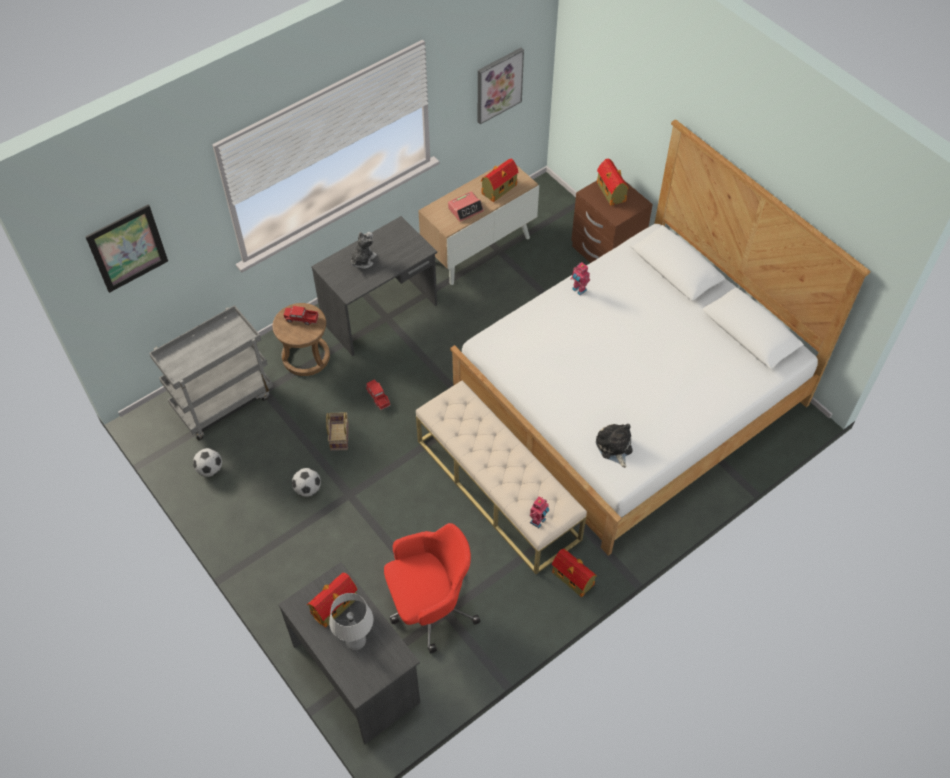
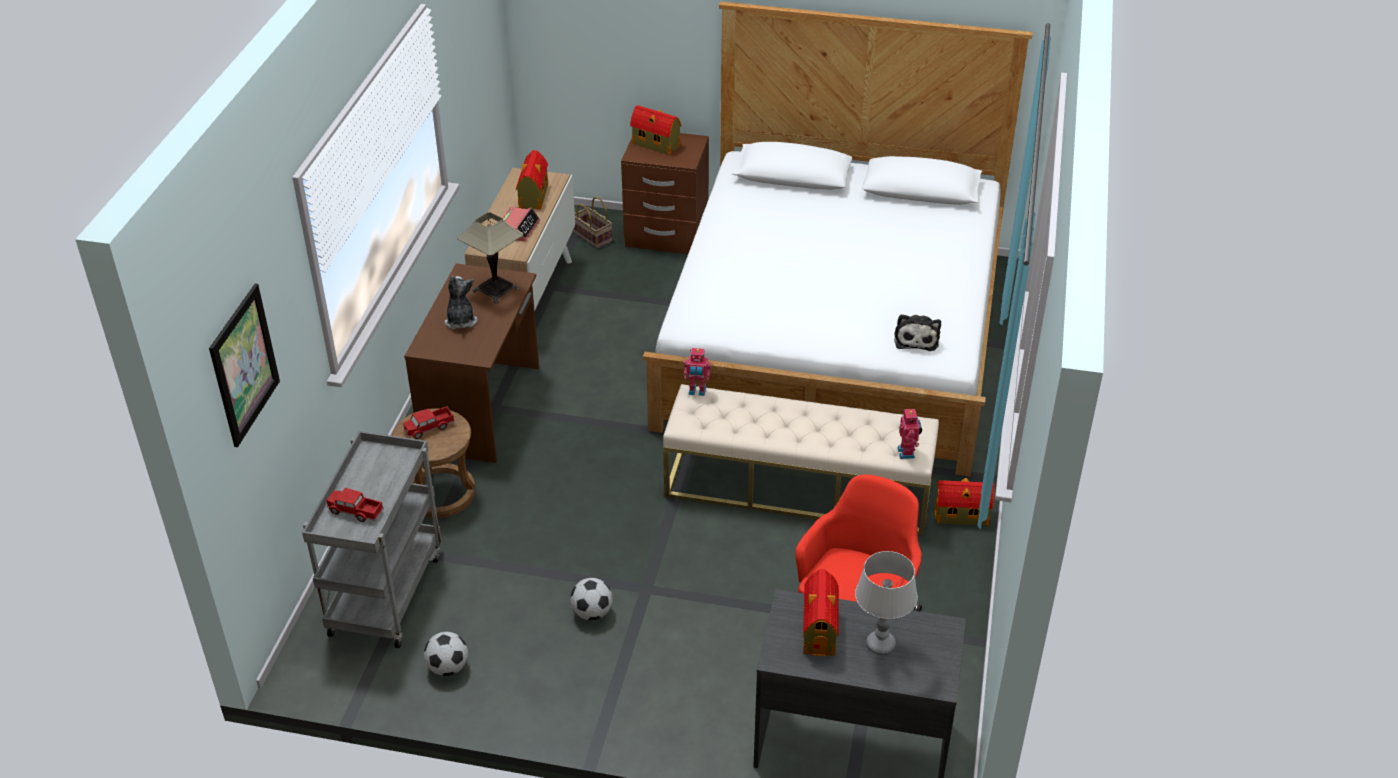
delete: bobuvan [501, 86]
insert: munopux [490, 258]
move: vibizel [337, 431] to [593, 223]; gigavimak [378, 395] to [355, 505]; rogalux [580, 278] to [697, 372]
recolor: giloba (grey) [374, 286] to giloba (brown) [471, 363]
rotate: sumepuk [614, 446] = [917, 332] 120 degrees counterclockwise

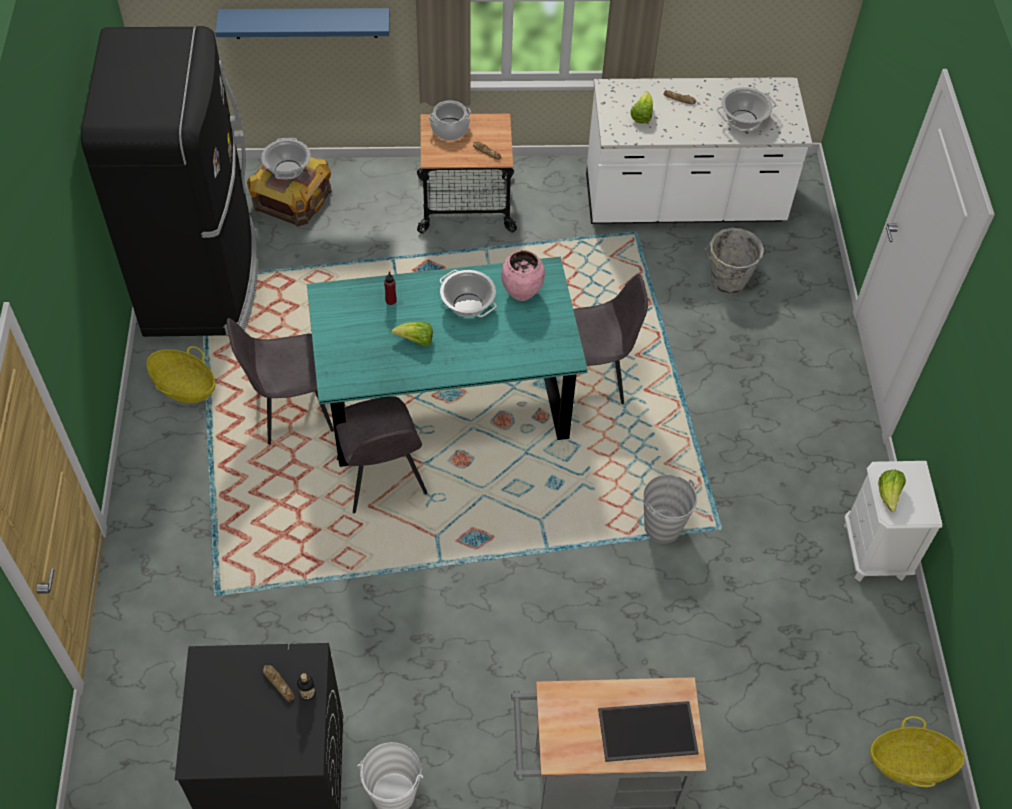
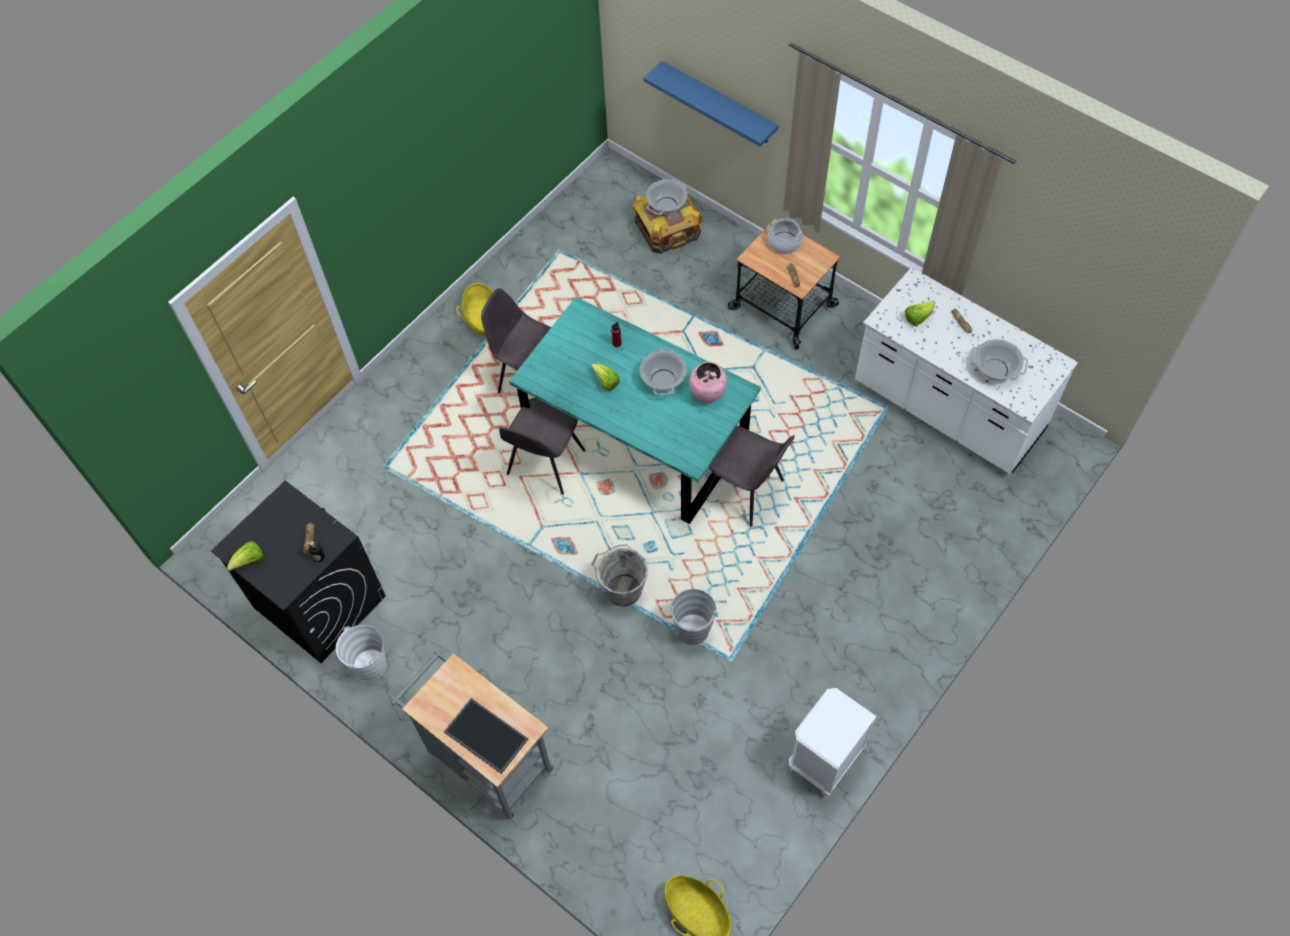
delete: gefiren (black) [169, 181]
move: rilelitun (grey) [734, 261] to [619, 575]; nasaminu [892, 491] to [245, 556]

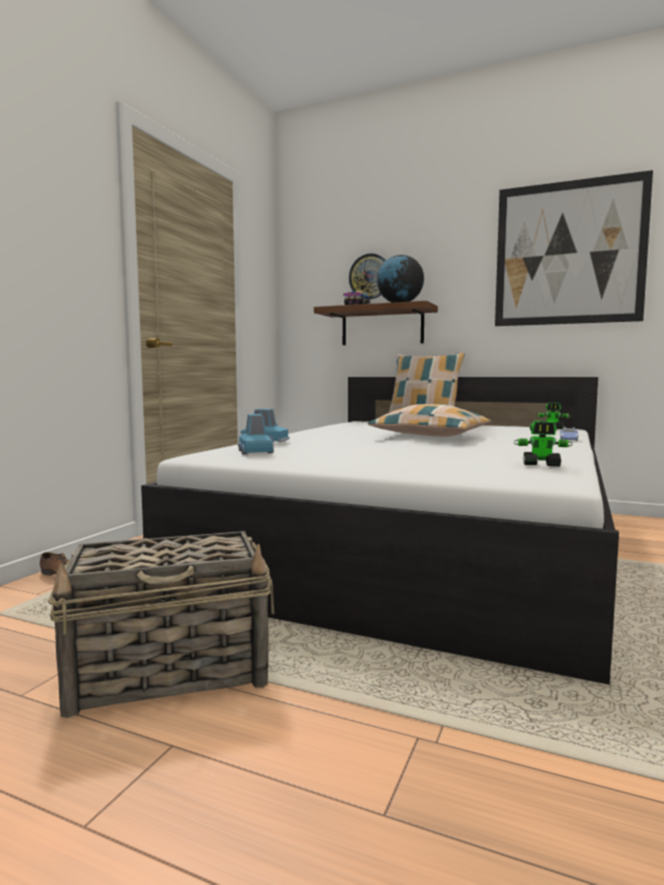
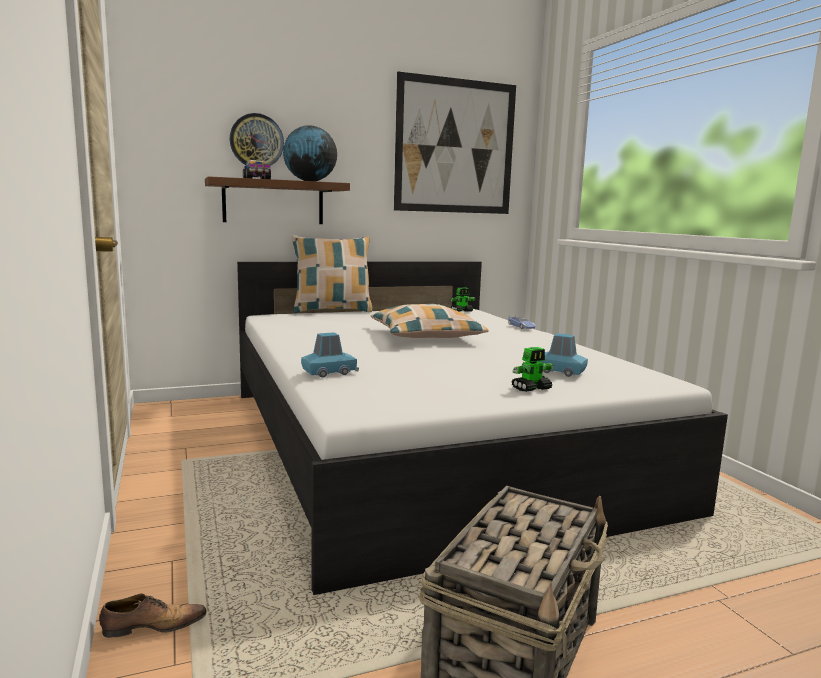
move: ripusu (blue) [255, 434] to [563, 355]; rogalux [543, 444] to [532, 369]

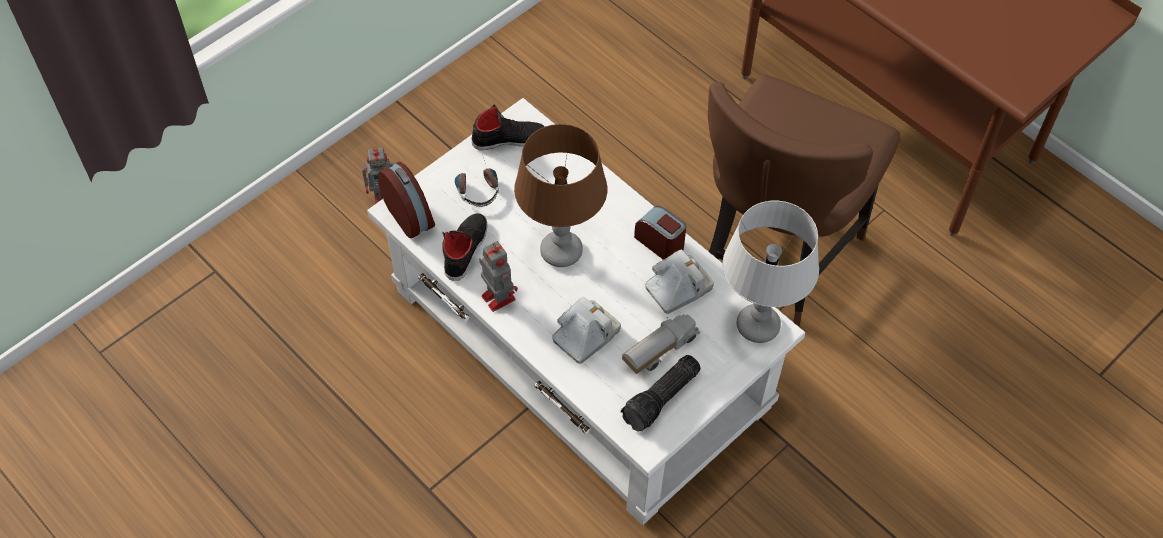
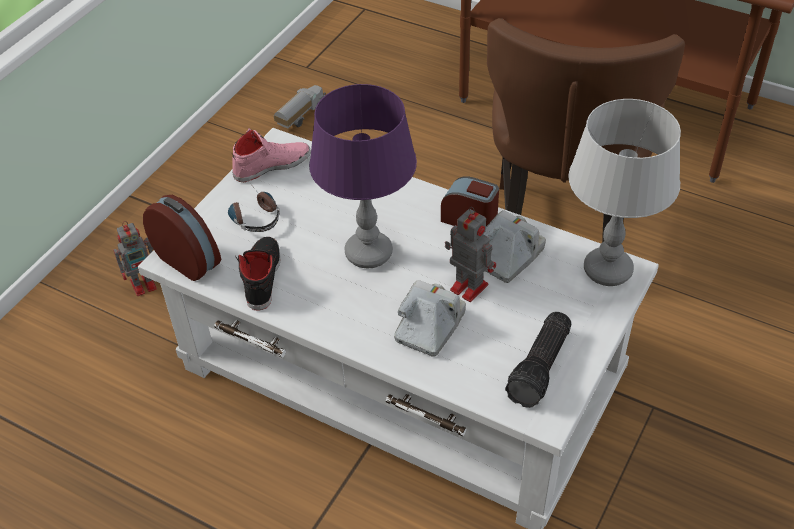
move: rogalux [498, 276] to [470, 254]; gigavimak [661, 344] to [300, 107]
recolor: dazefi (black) [508, 127] to dazefi (pink) [271, 155]; munopux (brown) [560, 195] to munopux (purple) [363, 176]

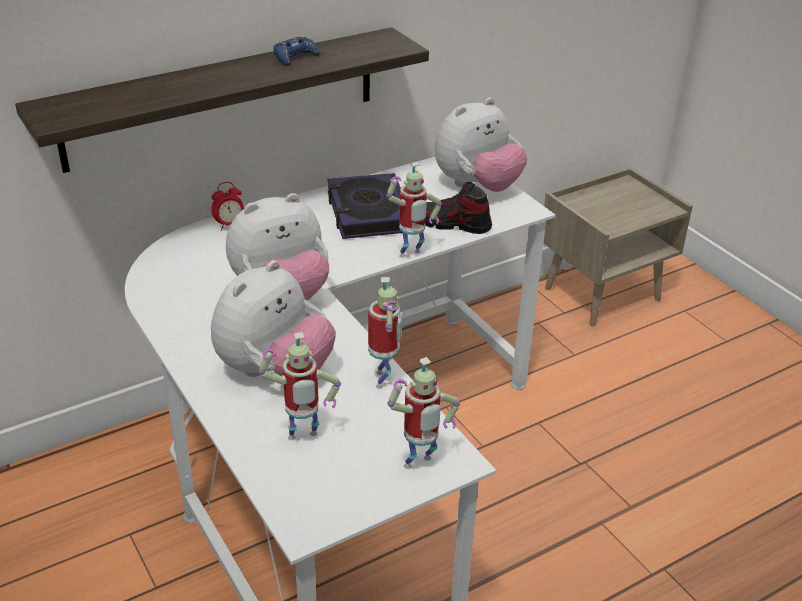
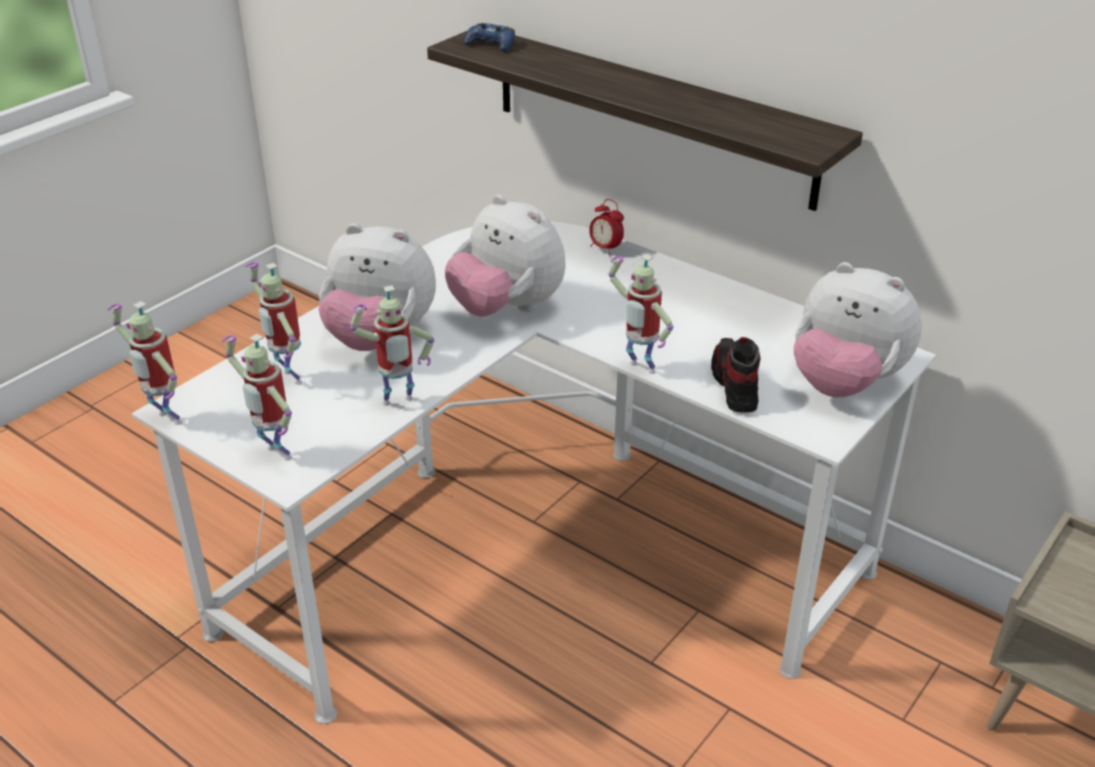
delete: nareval [364, 206]
insert: rogalux [145, 363]
move: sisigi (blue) [296, 51] to [489, 37]

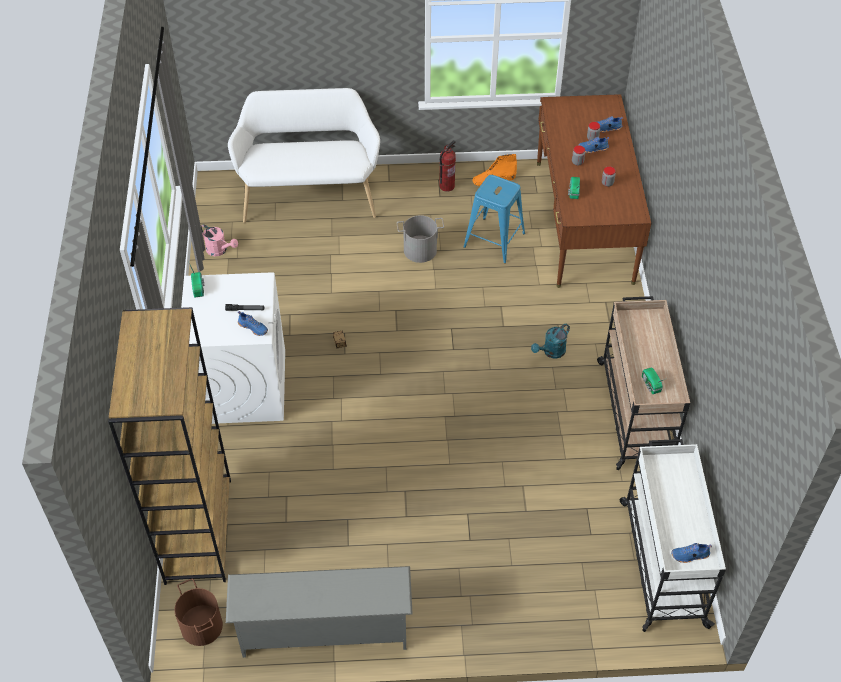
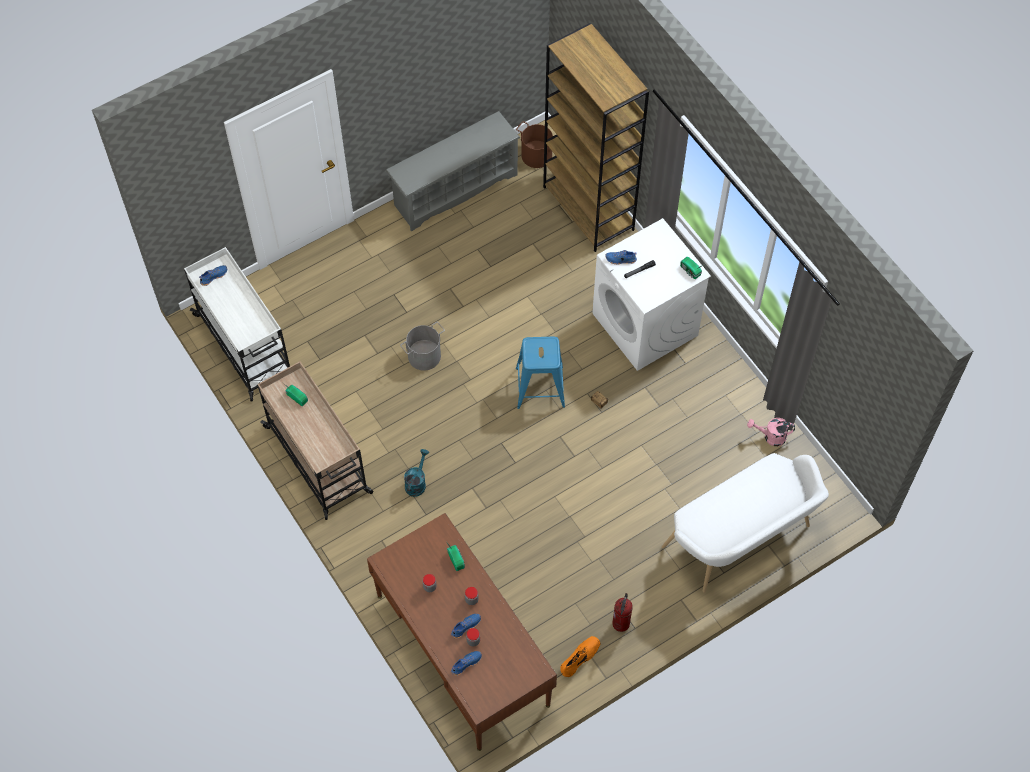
move: rilelitun (grey) [420, 239] to [422, 346]; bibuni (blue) [494, 219] to [540, 373]

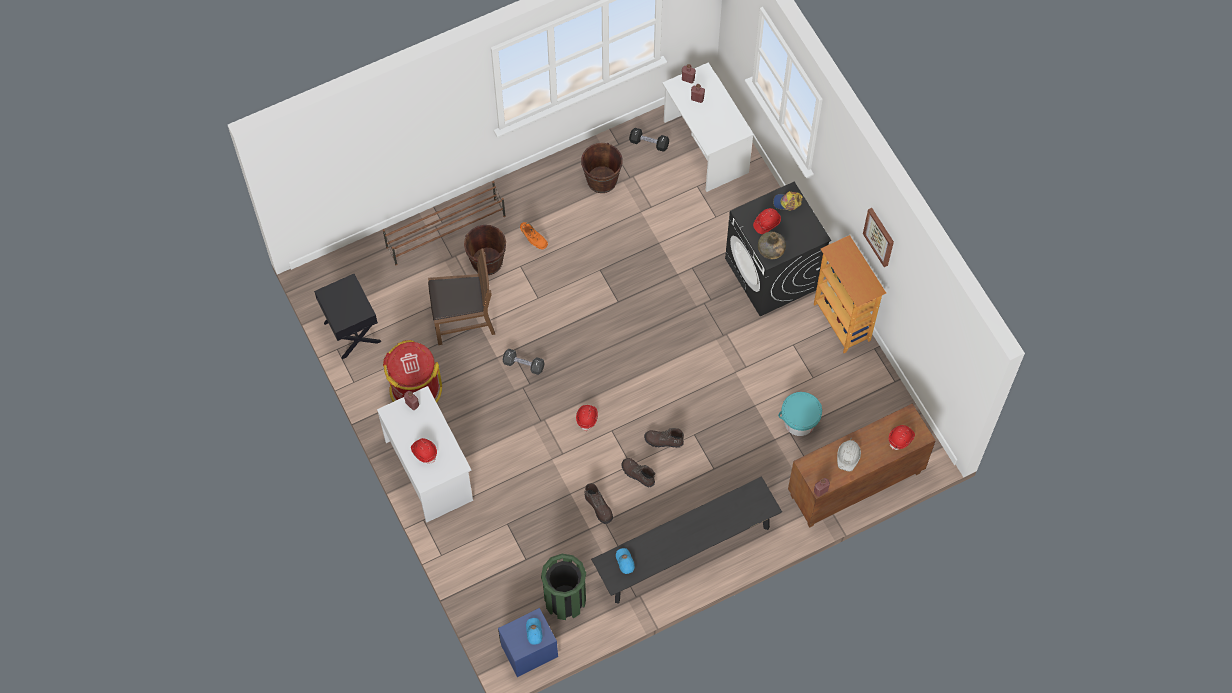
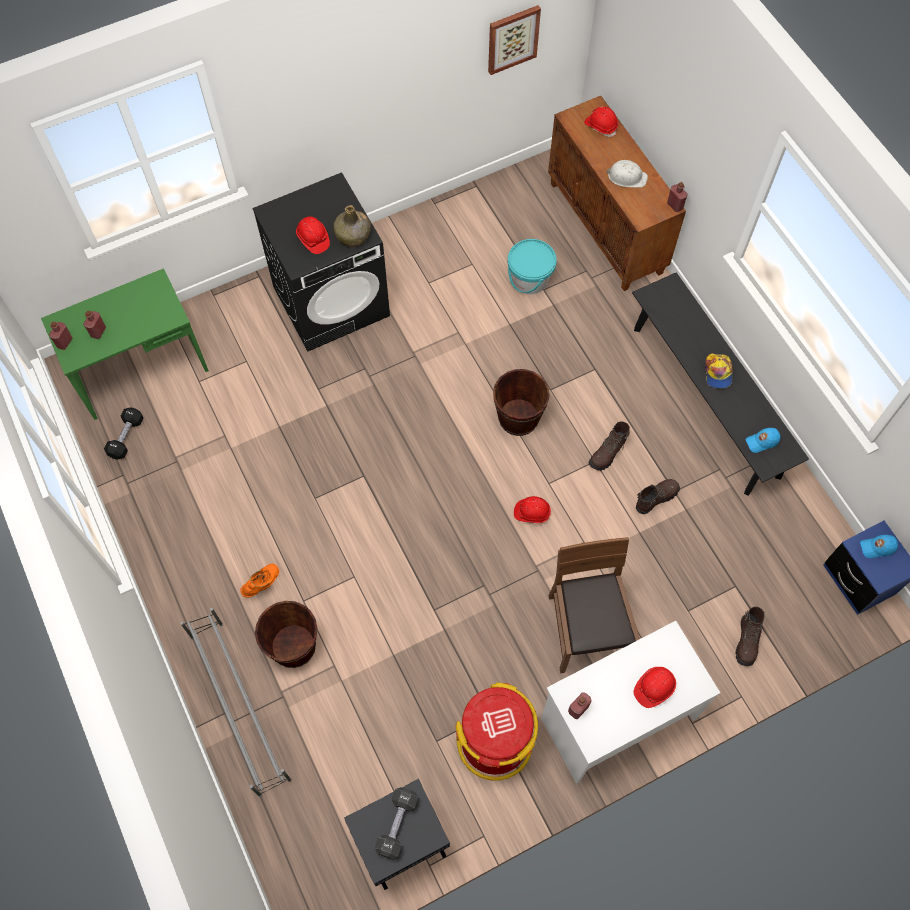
delete: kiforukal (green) [563, 587]; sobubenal [850, 294]
move: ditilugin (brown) [461, 296] to [594, 605]; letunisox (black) [523, 362] to [397, 823]; rilelitun (brown) [602, 168] to [521, 402]; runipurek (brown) [664, 438] to [750, 636]; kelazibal [788, 201] to [719, 371]; bobuvan [878, 237] to [514, 40]
recolor: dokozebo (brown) [444, 223] to dokozebo (grey) [236, 702]; giloba (white) [708, 127] to giloba (green) [125, 344]

